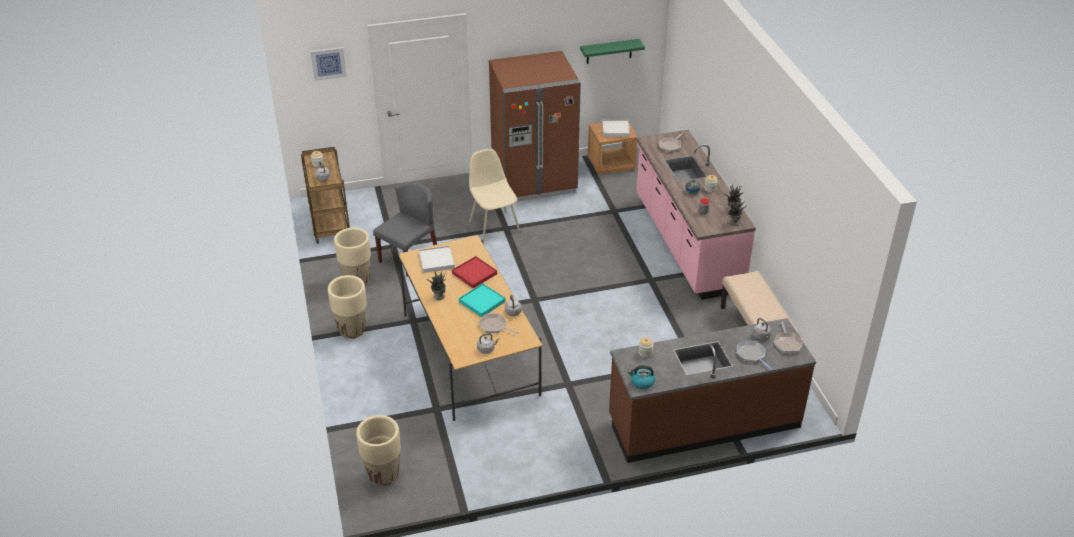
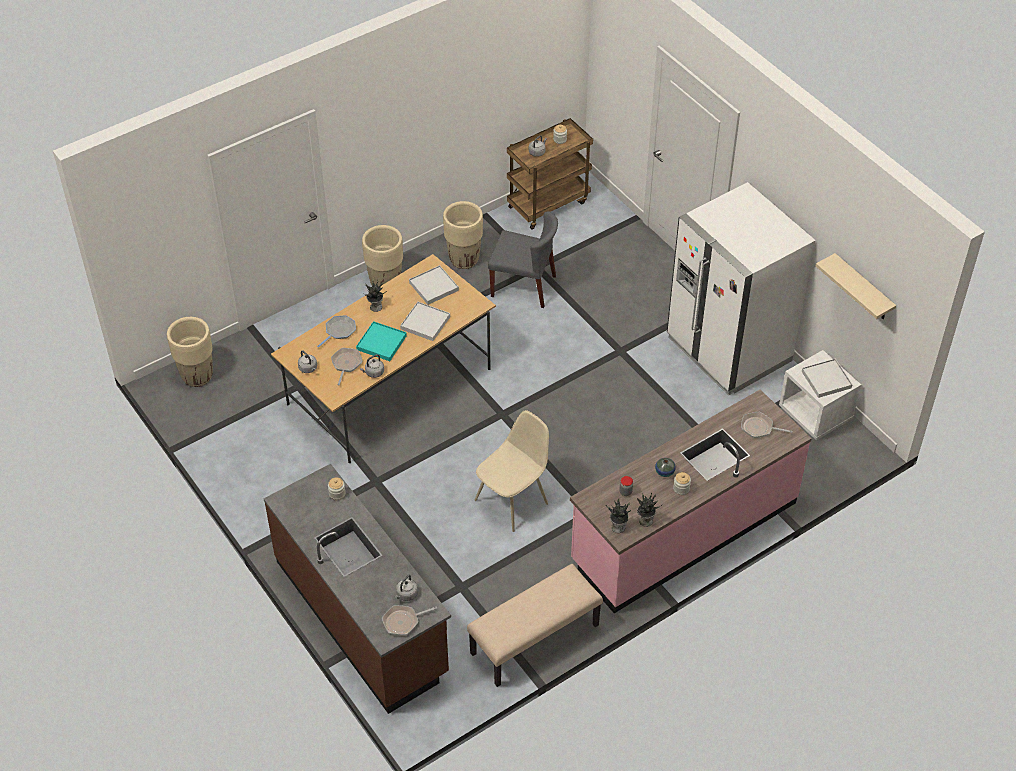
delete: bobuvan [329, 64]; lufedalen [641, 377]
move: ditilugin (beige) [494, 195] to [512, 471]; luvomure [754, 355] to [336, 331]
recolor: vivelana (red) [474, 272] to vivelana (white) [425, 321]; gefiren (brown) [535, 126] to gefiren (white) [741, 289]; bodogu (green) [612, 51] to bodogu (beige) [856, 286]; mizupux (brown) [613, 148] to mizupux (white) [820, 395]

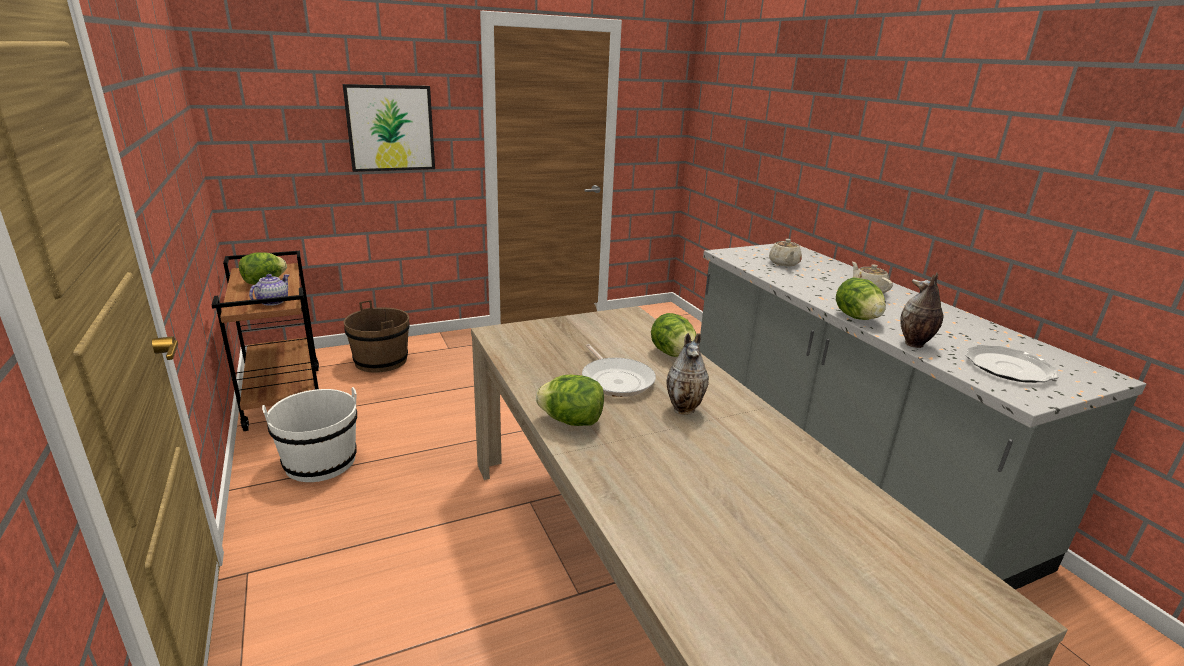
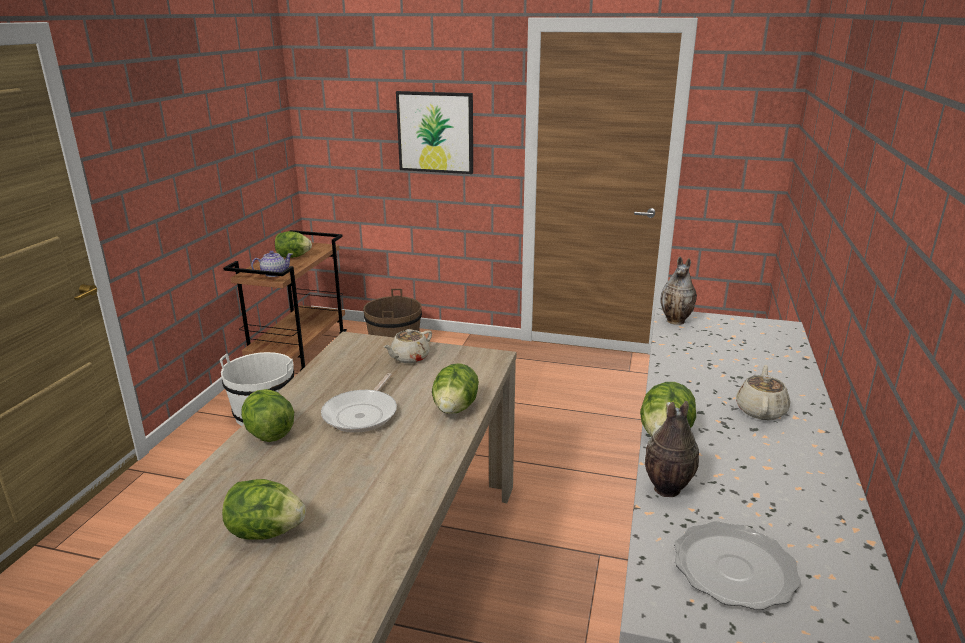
insert: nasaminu [264, 509]
move: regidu [688, 374] to [679, 290]; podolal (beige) [785, 252] to [407, 346]

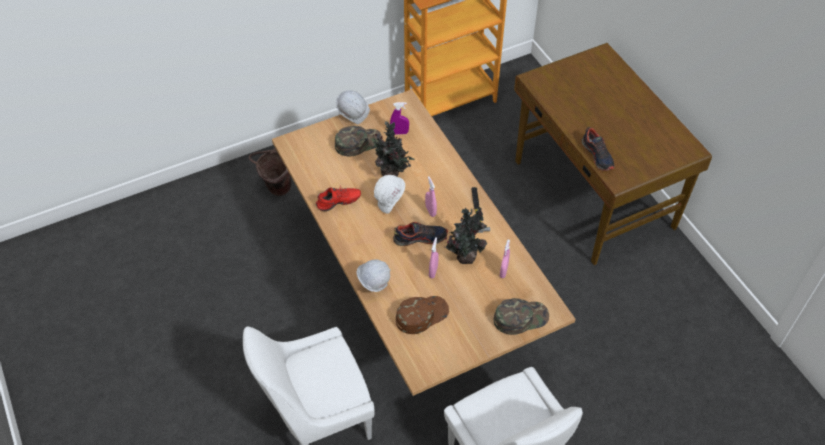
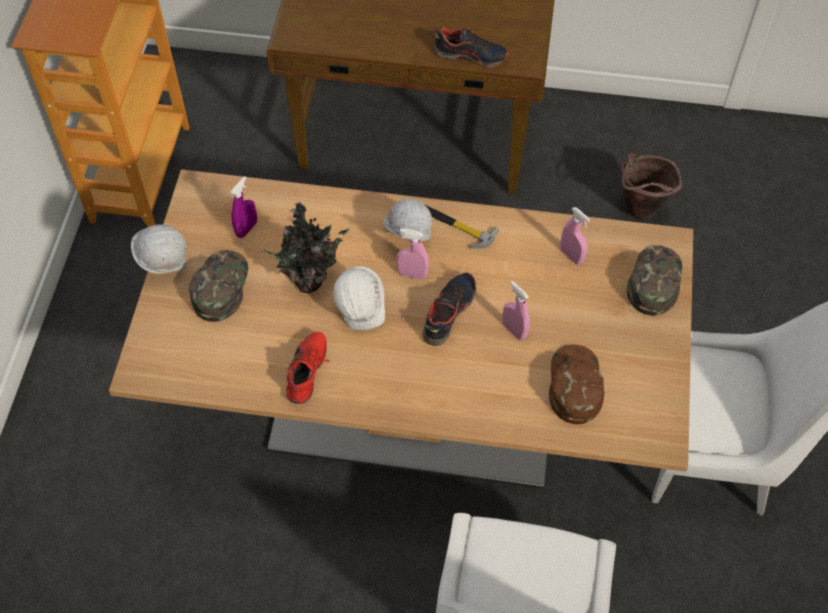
delete: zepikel [465, 235]
move: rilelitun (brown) [270, 172] to [651, 186]; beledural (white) [373, 275] to [407, 219]

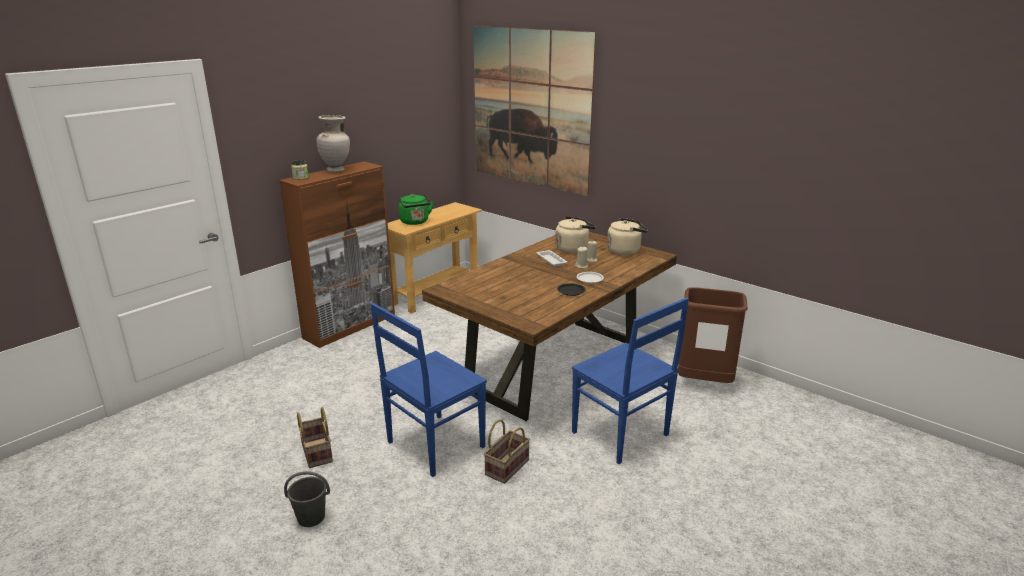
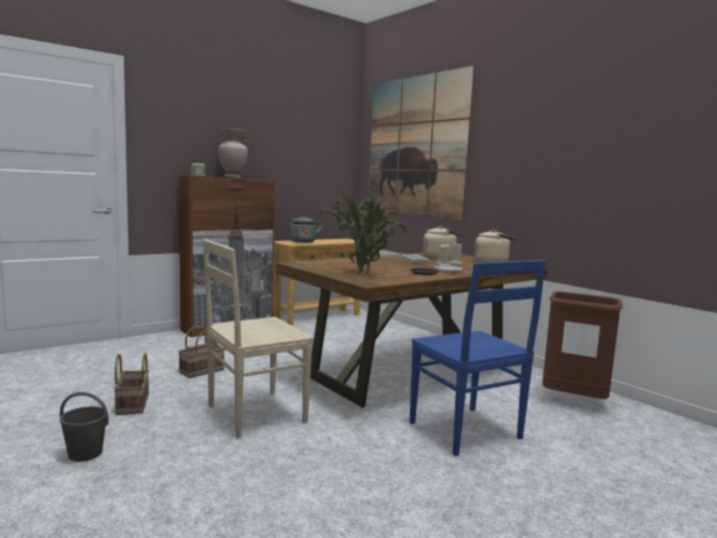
insert: zepikel [362, 231]
move: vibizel [507, 451] to [201, 352]
recolor: ditilugin (blue) [428, 389] to ditilugin (beige) [258, 339]; lufedalen (green) [416, 209] to lufedalen (grey) [306, 229]

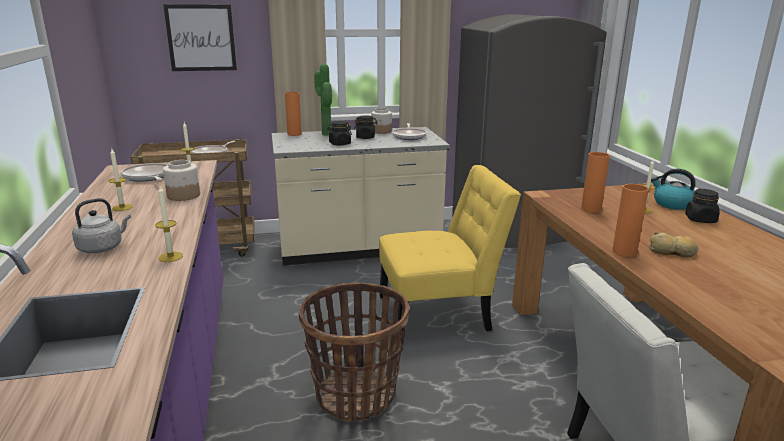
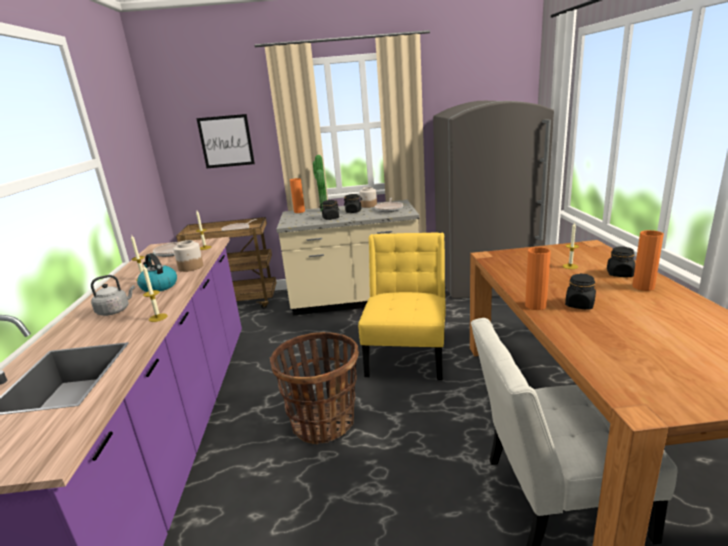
move: regidu (orange) [595, 182] to [648, 260]; lufedalen [673, 189] to [157, 272]
replace: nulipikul [673, 244] to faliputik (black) [580, 291]
rotate: ditilugin (yellow) [450, 252] = [402, 306] 75 degrees counterclockwise

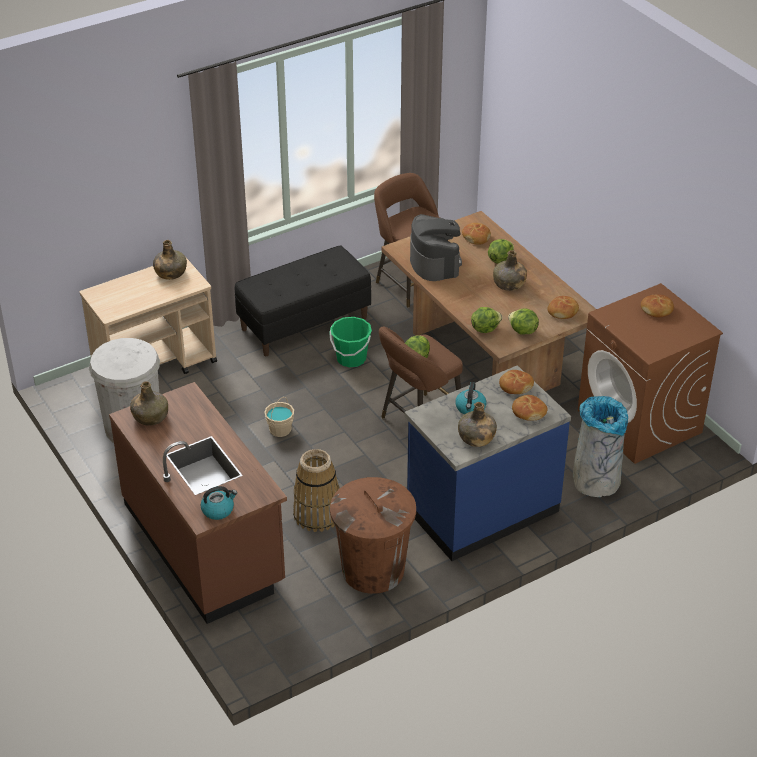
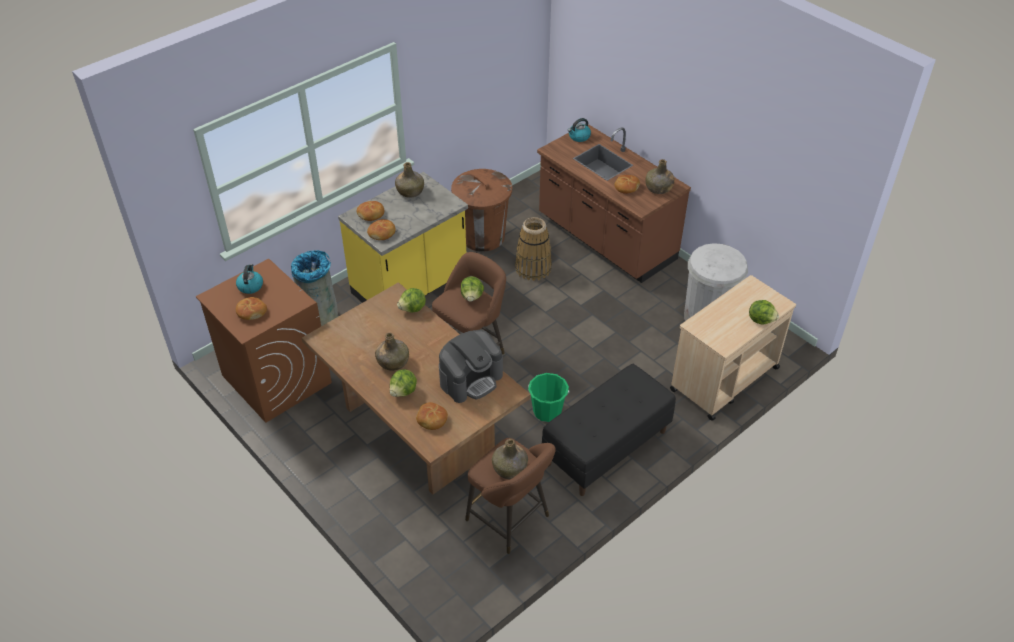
delete: rilelitun (beige) [279, 417]
move: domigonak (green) [170, 260] to [510, 459]; lufedalen [470, 398] to [249, 279]; nasaminu [523, 321] to [764, 312]; nulipikul [563, 307] to [627, 184]
recolor: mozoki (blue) [487, 463] to mozoki (yellow) [403, 237]
rotate: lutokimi [436, 247] = [471, 366] 105 degrees counterclockwise

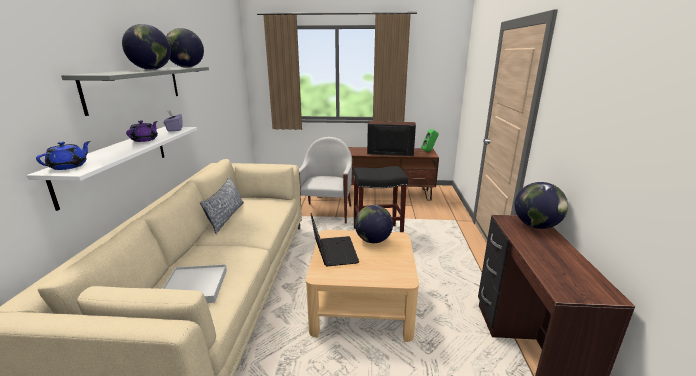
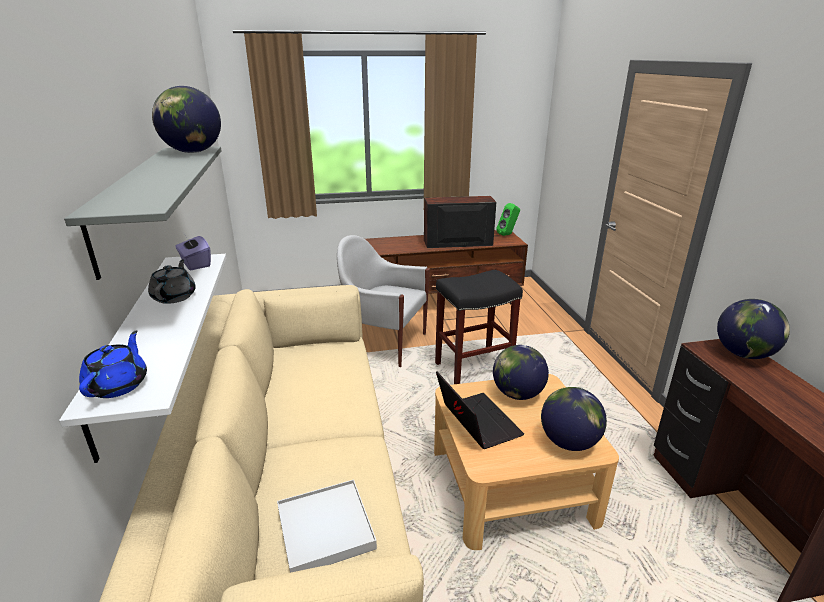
delete: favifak [222, 205]
move: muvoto [146, 47] to [574, 419]
recolor: podolal (purple) [142, 131] to podolal (grey) [172, 281]
rotate: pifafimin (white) [325, 180] = [383, 301] 60 degrees counterclockwise

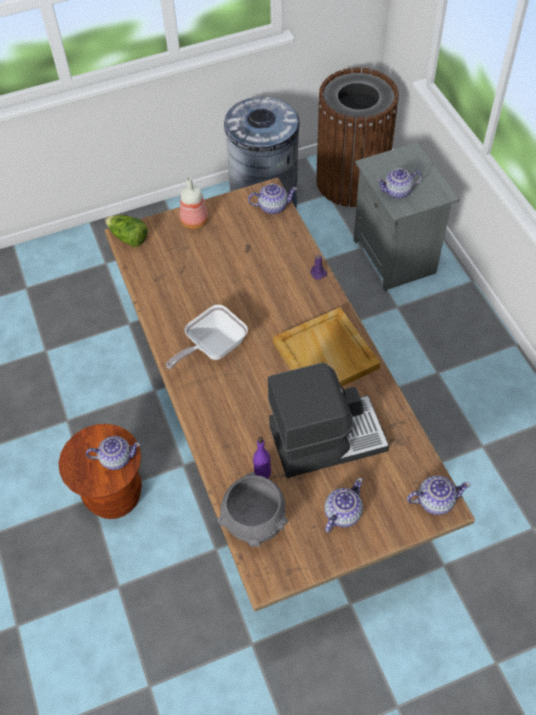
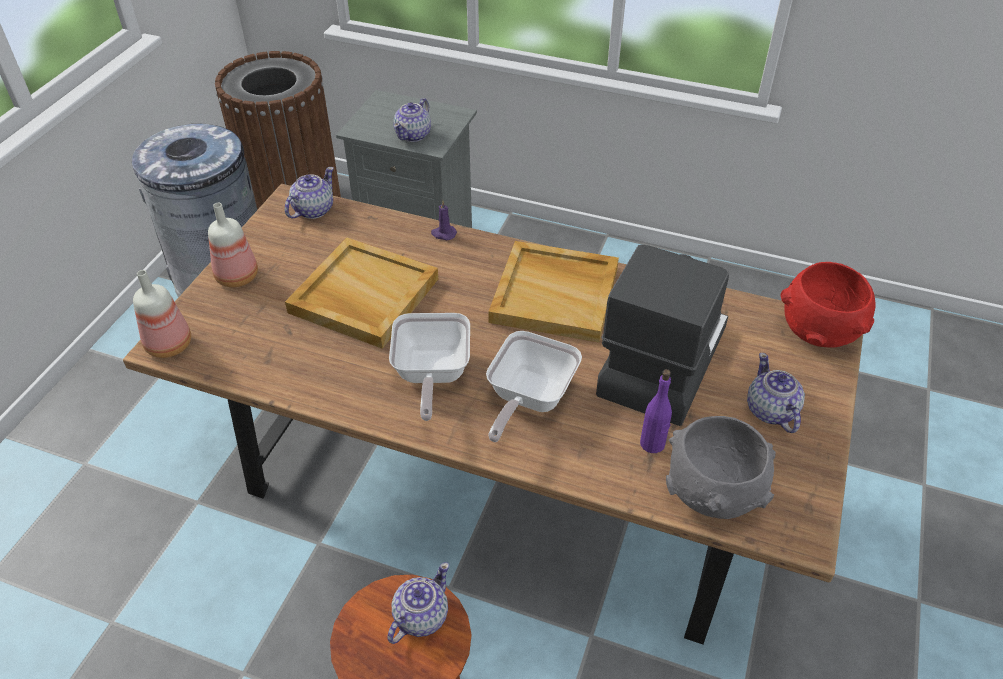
insert: vivelana (beige) [361, 293]; luvomure [534, 386]
replace: nasaminu [126, 231] to domigonak [162, 314]; podolal [439, 495] to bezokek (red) [827, 305]

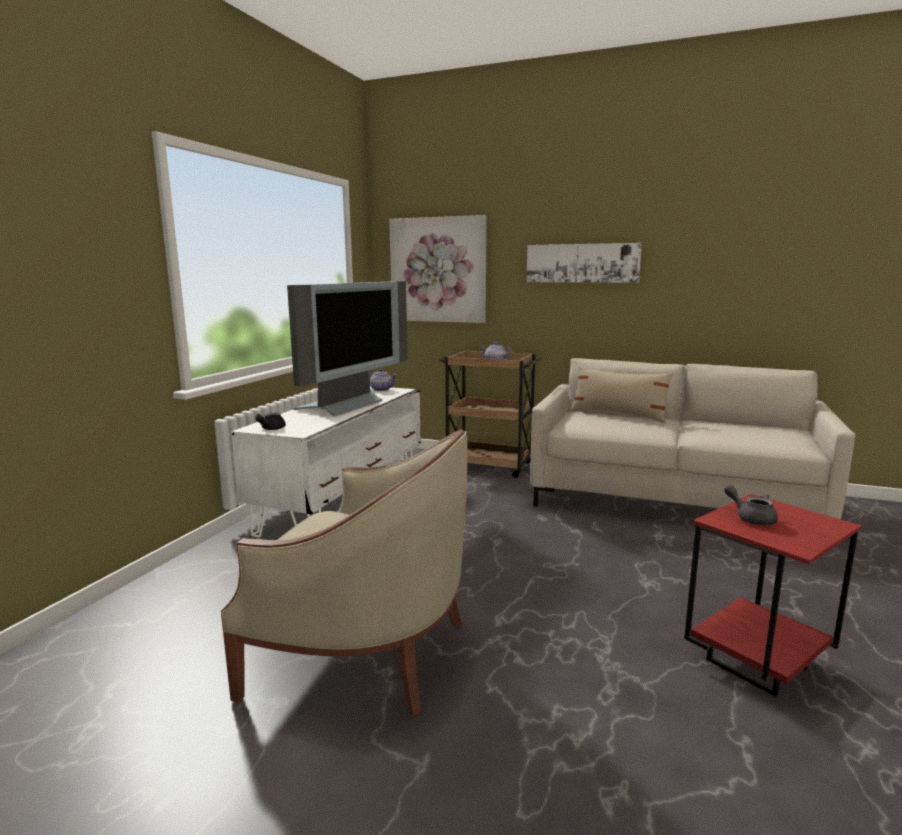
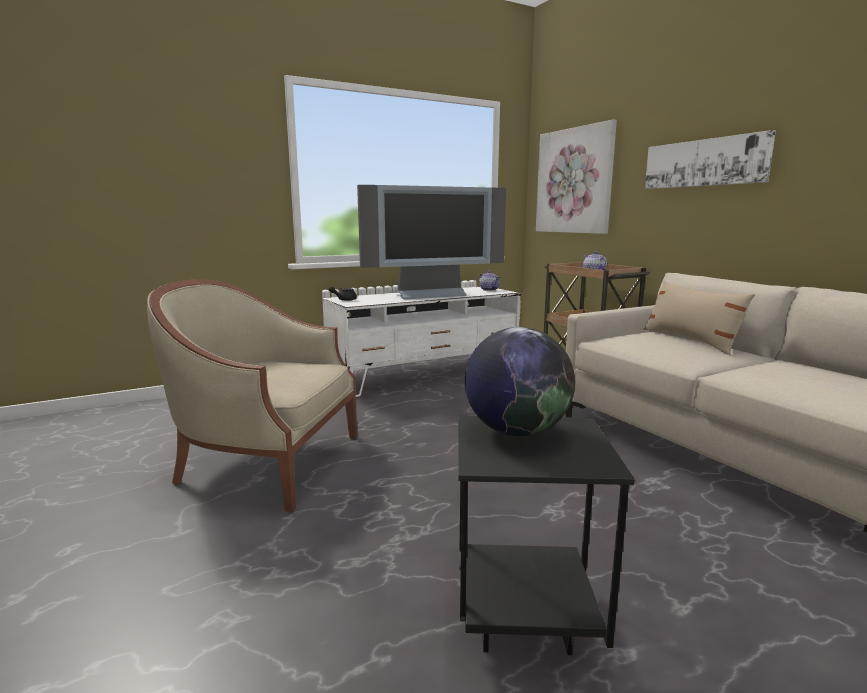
replace: podolal (grey) [751, 505] to muvoto [520, 381]
recolor: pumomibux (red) [772, 595] to pumomibux (black) [546, 535]
rotate: pifafimin (beige) [344, 573] = [252, 395] 135 degrees clockwise

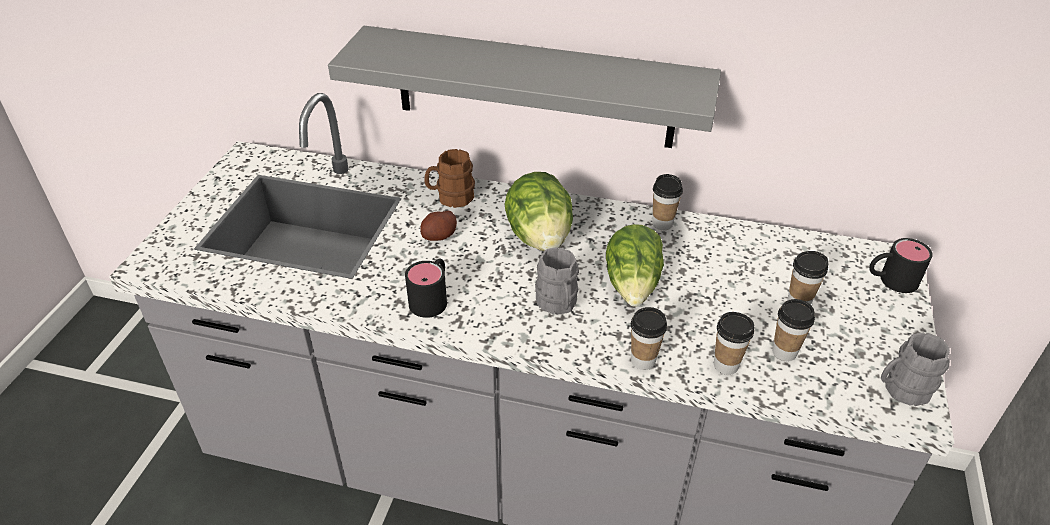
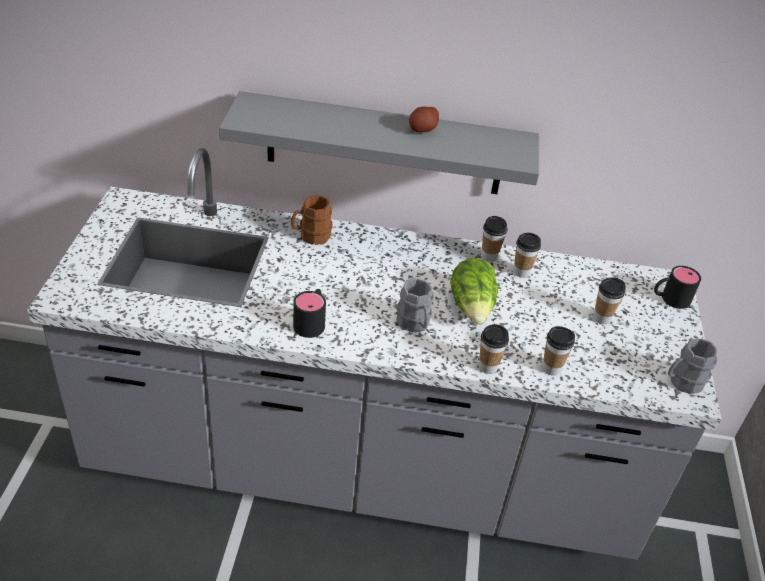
delete: nasaminu [539, 211]
move: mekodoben [438, 226] to [424, 119]; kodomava [793, 330] to [527, 255]

